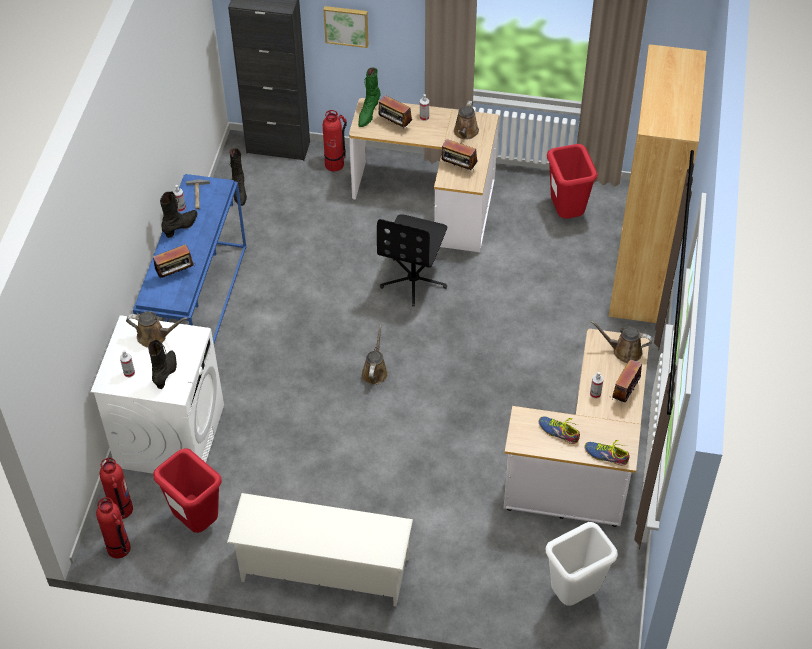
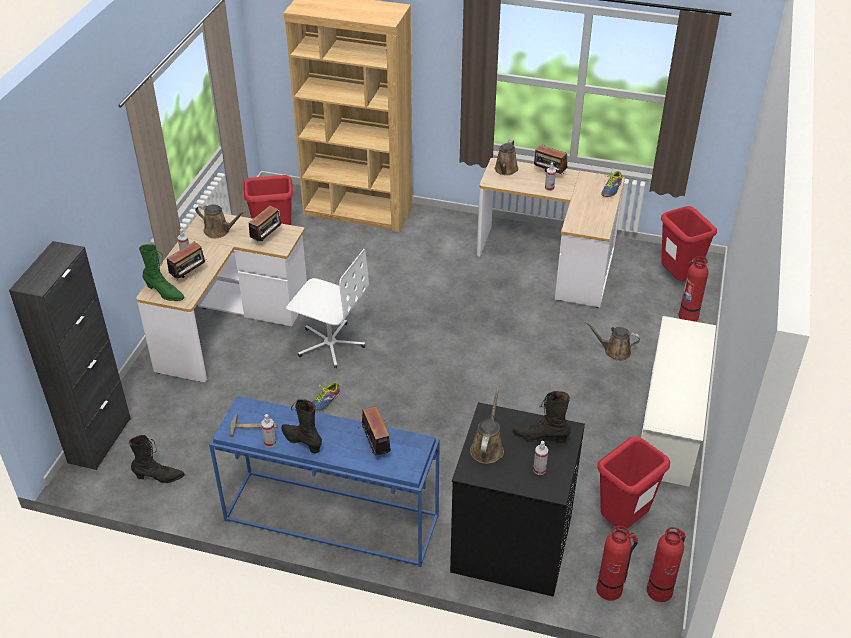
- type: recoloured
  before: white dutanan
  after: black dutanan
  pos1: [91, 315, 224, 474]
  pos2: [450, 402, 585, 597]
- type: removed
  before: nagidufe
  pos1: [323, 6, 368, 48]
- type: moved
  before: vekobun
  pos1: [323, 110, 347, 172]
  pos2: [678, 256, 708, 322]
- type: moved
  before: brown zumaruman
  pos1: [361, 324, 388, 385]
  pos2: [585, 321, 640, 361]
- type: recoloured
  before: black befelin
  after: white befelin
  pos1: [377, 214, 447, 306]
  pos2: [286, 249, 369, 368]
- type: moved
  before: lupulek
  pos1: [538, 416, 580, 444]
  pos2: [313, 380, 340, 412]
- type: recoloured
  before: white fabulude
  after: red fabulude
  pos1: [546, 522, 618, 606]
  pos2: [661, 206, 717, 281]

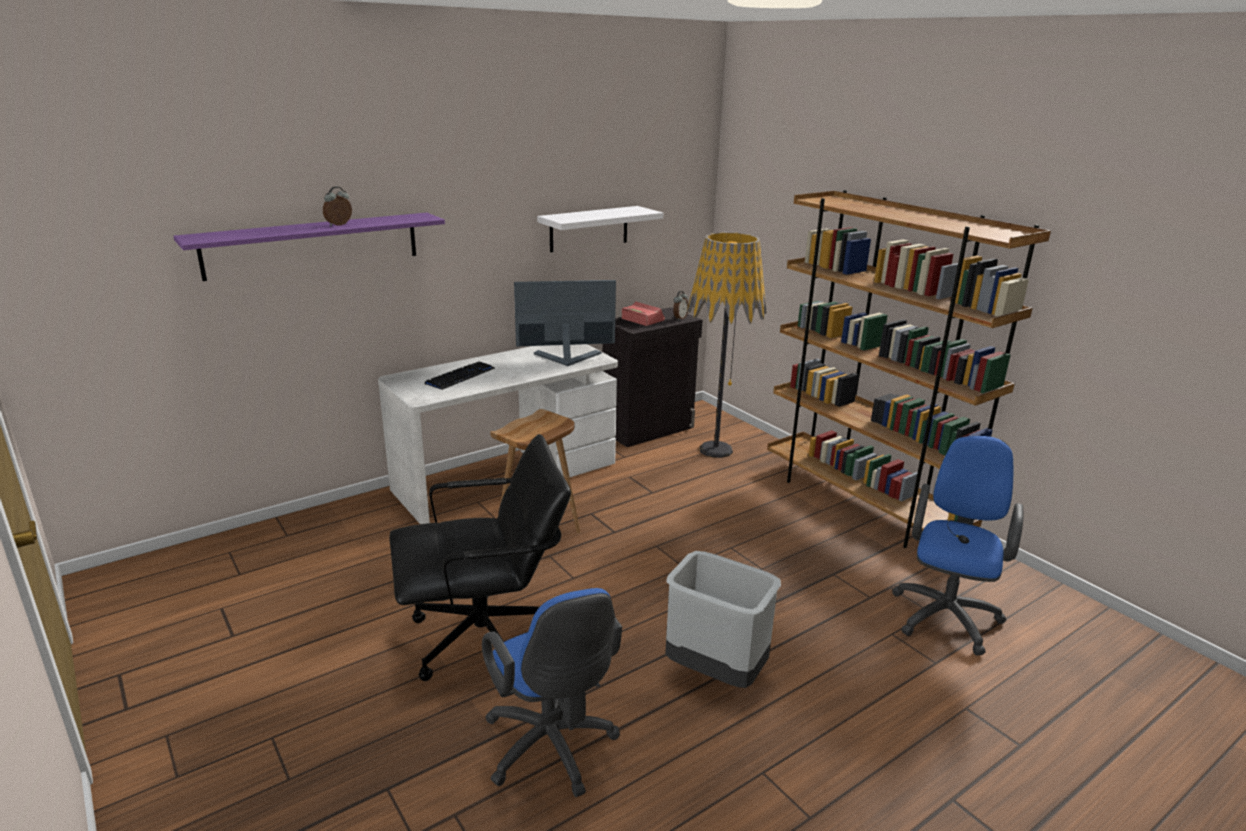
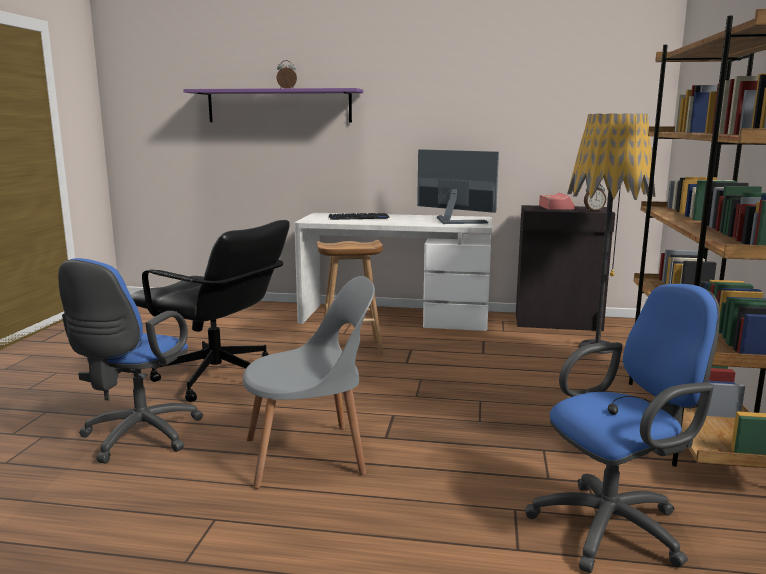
- type: removed
  before: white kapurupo
  pos1: [537, 206, 663, 252]
- type: replaced
  before: grey fabulude
  after: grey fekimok
  pos1: [665, 551, 781, 688]
  pos2: [243, 276, 375, 489]

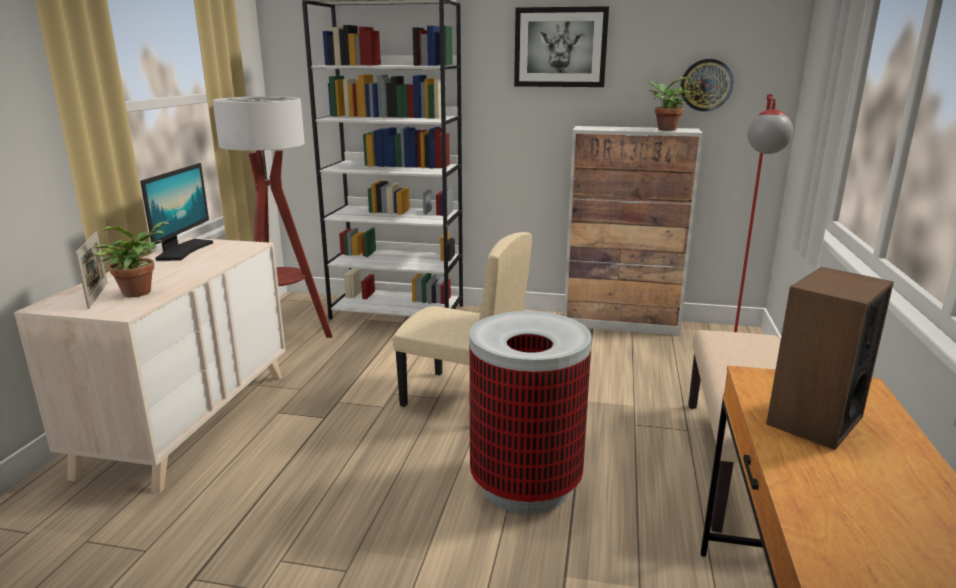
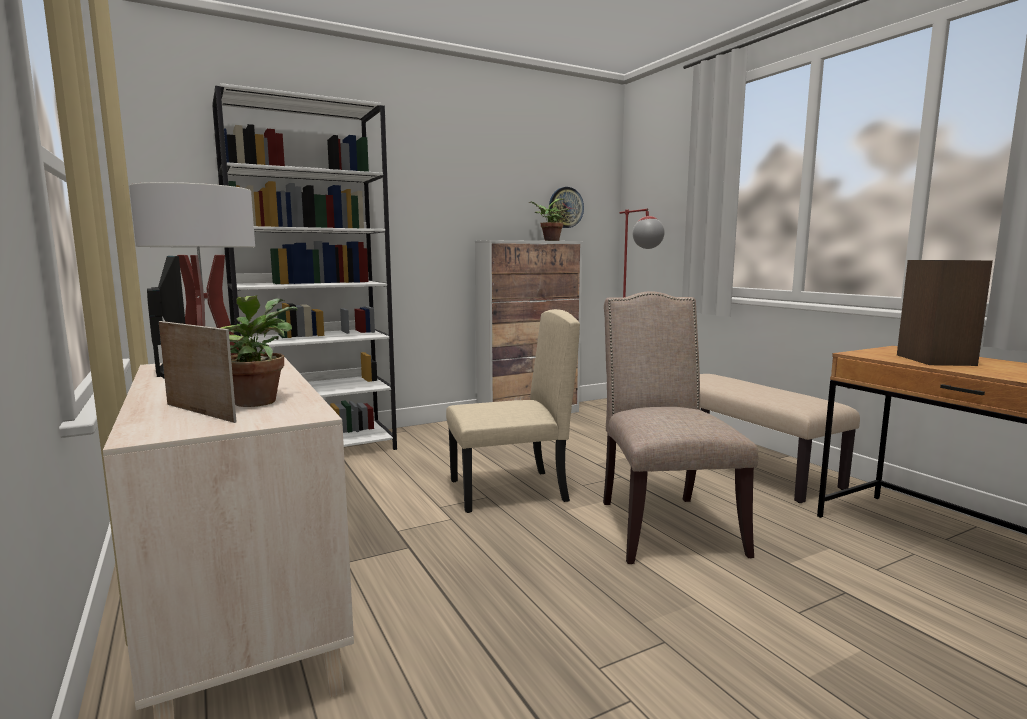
- type: replaced
  before: fabulude
  after: beige fekimok
  pos1: [469, 311, 592, 514]
  pos2: [603, 291, 758, 564]
- type: removed
  before: nagidufe
  pos1: [514, 6, 609, 87]

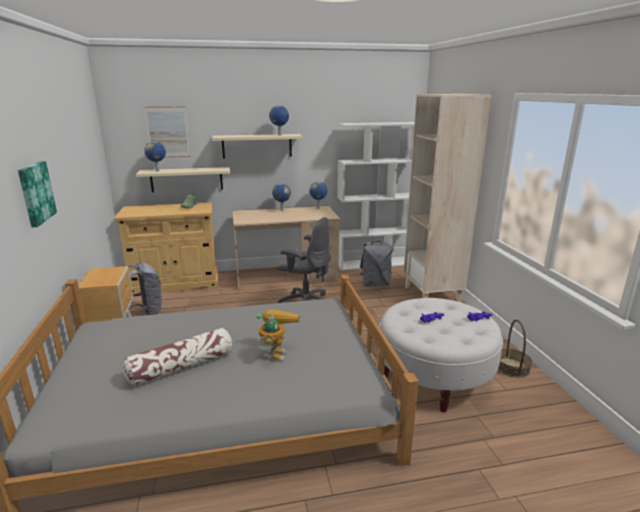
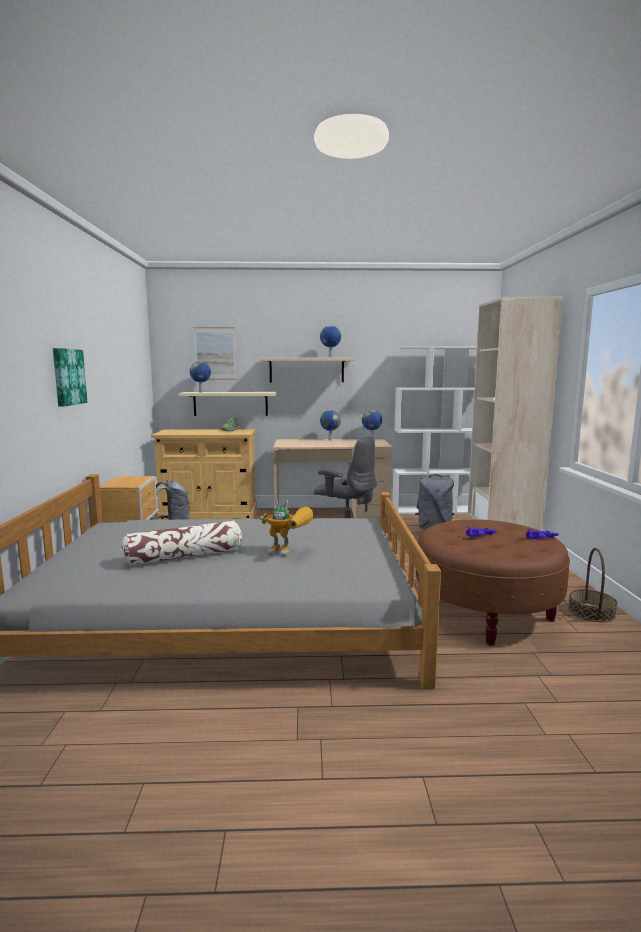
- type: turned
  before: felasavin
  pos1: [256, 309, 300, 362]
  pos2: [259, 500, 313, 557]
  turn: 90
- type: recoloured
  before: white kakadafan
  after: brown kakadafan
  pos1: [378, 298, 503, 413]
  pos2: [416, 520, 570, 646]

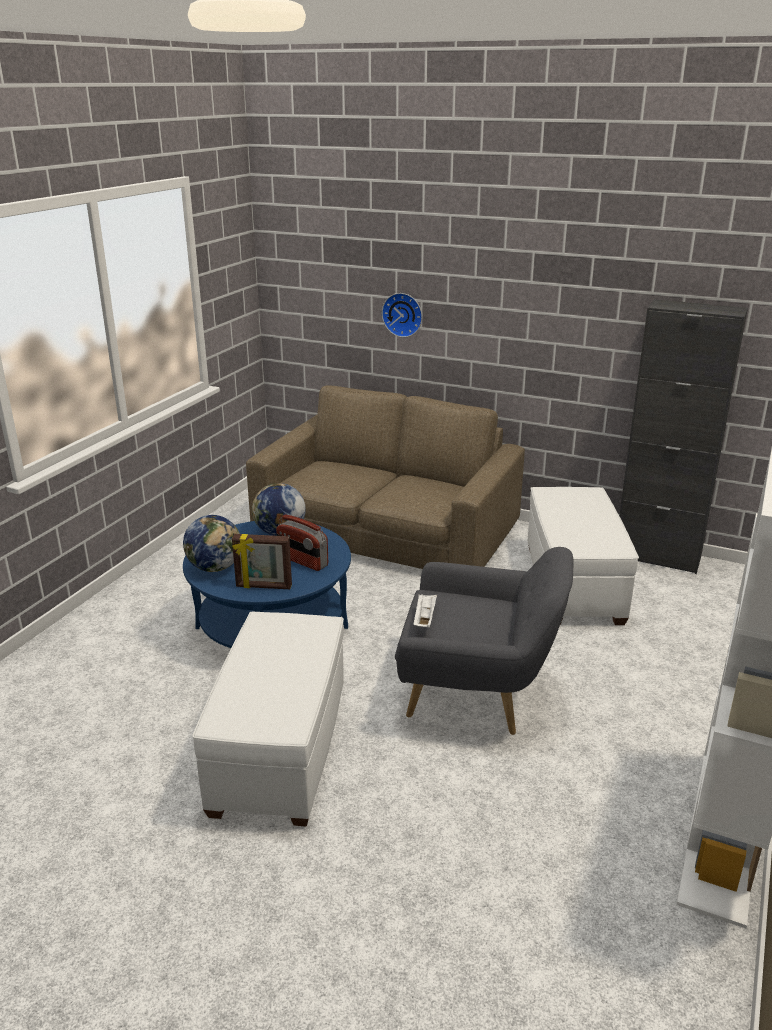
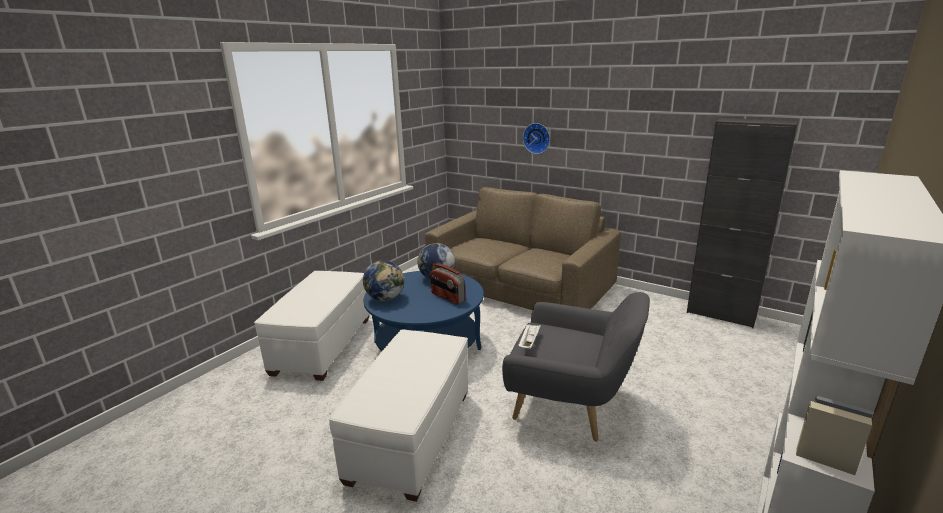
- type: removed
  before: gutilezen
  pos1: [232, 534, 292, 589]
- type: moved
  before: white kakadafan
  pos1: [528, 487, 639, 625]
  pos2: [254, 271, 369, 381]

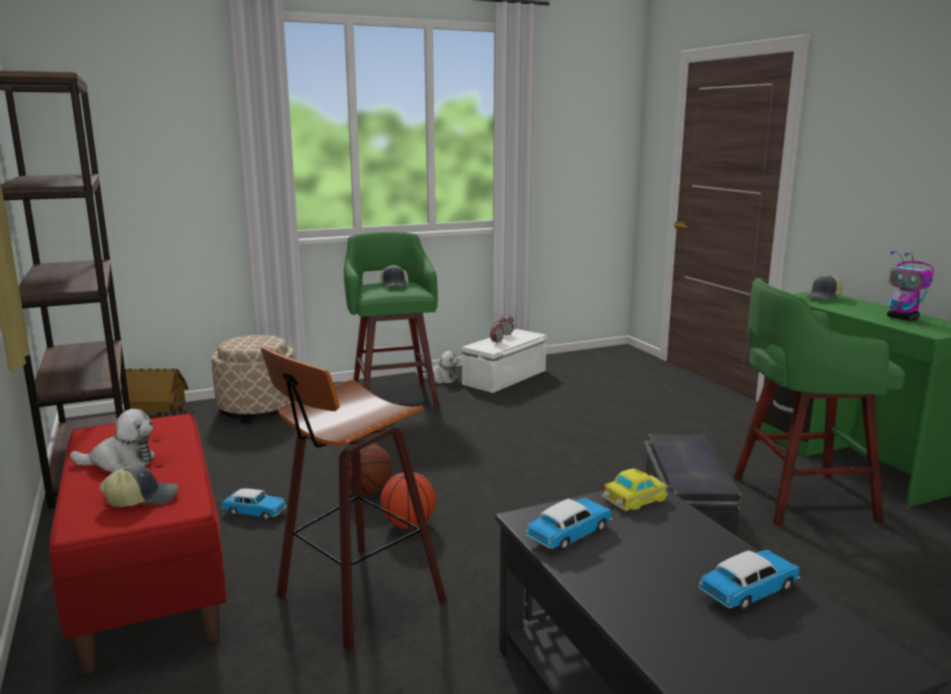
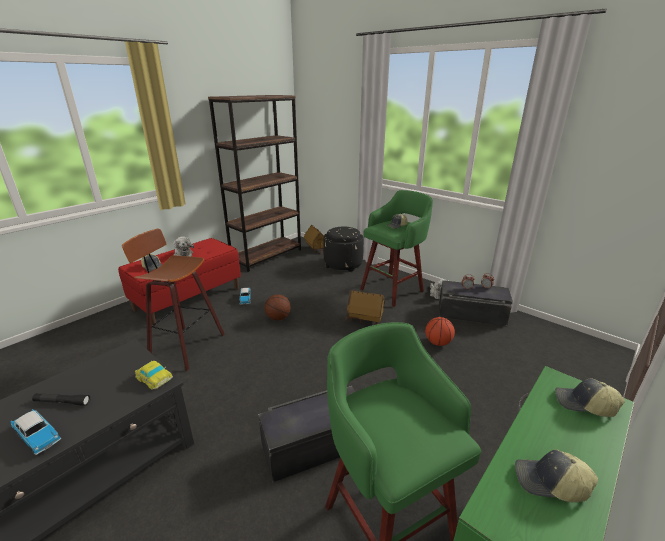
- type: recoloured
  before: beige kakadafan
  after: black kakadafan
  pos1: [211, 335, 295, 423]
  pos2: [323, 227, 364, 272]
- type: moved
  before: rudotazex
  pos1: [380, 472, 436, 529]
  pos2: [425, 317, 455, 346]
- type: recoloured
  before: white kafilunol
  after: black kafilunol
  pos1: [462, 329, 547, 393]
  pos2: [439, 280, 513, 326]
- type: removed
  before: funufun
  pos1: [525, 498, 612, 551]
- type: replaced
  before: felasavin
  after: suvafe
  pos1: [887, 251, 934, 321]
  pos2: [515, 449, 598, 502]
- type: added
  after: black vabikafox
  pos2: [32, 393, 90, 406]
- type: added
  after: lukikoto
  pos2: [344, 290, 385, 325]

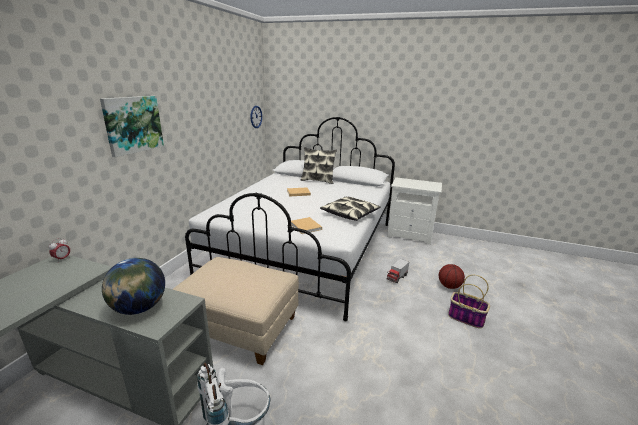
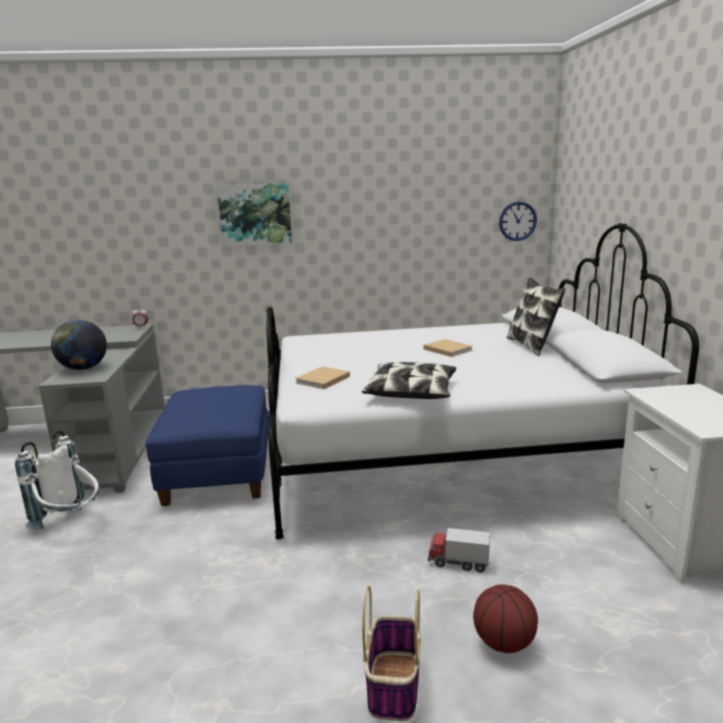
- type: recoloured
  before: beige kakadafan
  after: blue kakadafan
  pos1: [173, 257, 299, 365]
  pos2: [145, 385, 269, 506]

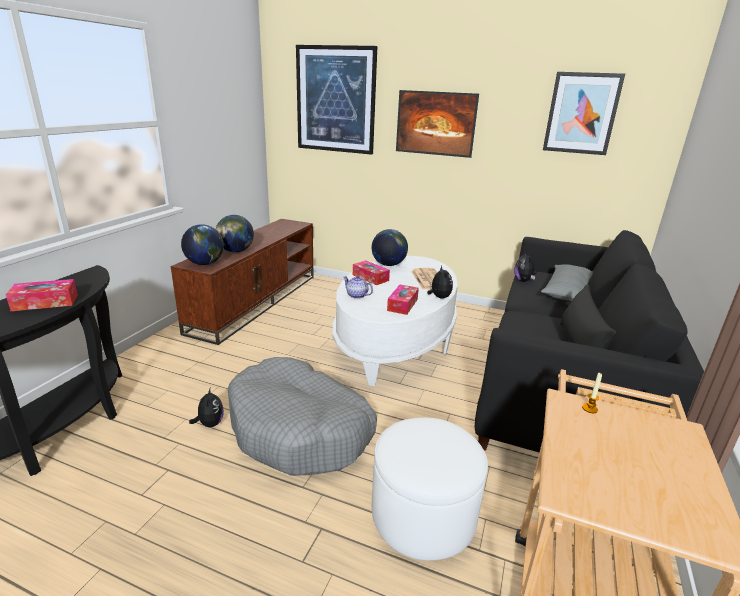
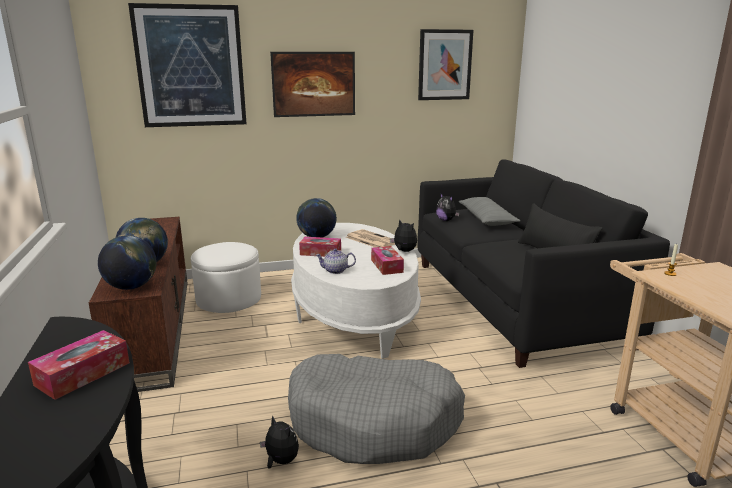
- type: moved
  before: white kakadafan
  pos1: [372, 417, 488, 561]
  pos2: [191, 242, 261, 313]

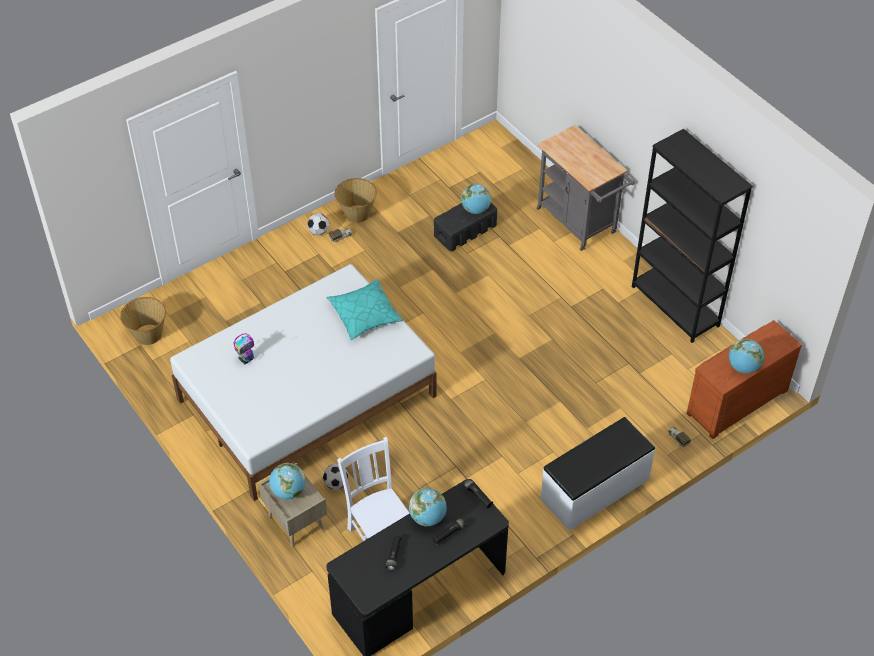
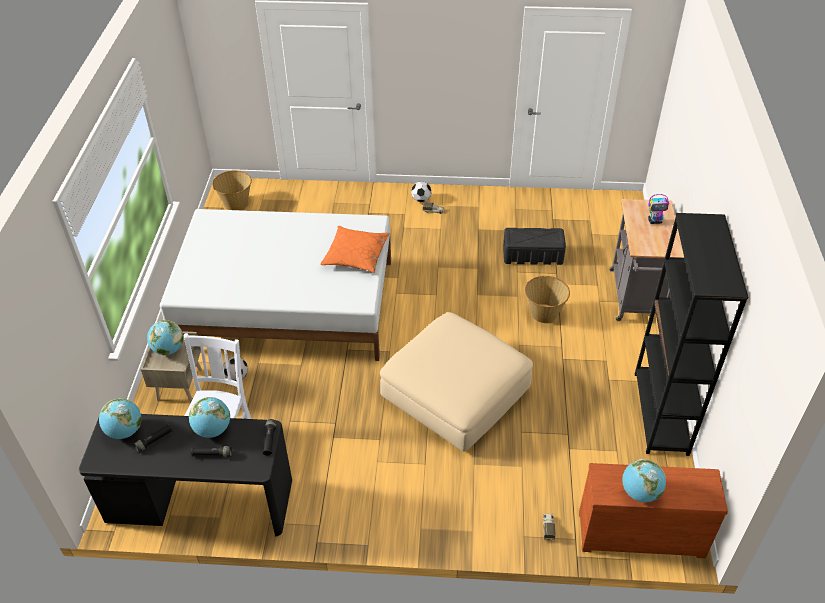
- type: moved
  before: felasavin
  pos1: [234, 333, 254, 364]
  pos2: [648, 194, 669, 224]
- type: recoloured
  before: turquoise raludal
  after: orange raludal
  pos1: [326, 279, 403, 340]
  pos2: [320, 226, 390, 273]
- type: moved
  before: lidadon
  pos1: [334, 178, 377, 223]
  pos2: [525, 276, 570, 323]
- type: moved
  before: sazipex
  pos1: [461, 184, 491, 214]
  pos2: [99, 398, 142, 439]
- type: removed
  before: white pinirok
  pos1: [540, 417, 655, 531]
- type: added
  after: beige kakadafan
  pos2: [380, 312, 533, 452]

